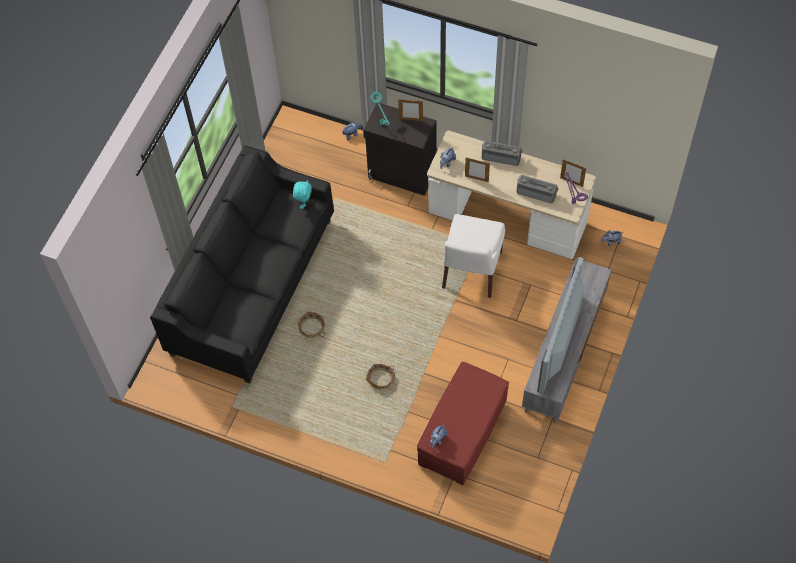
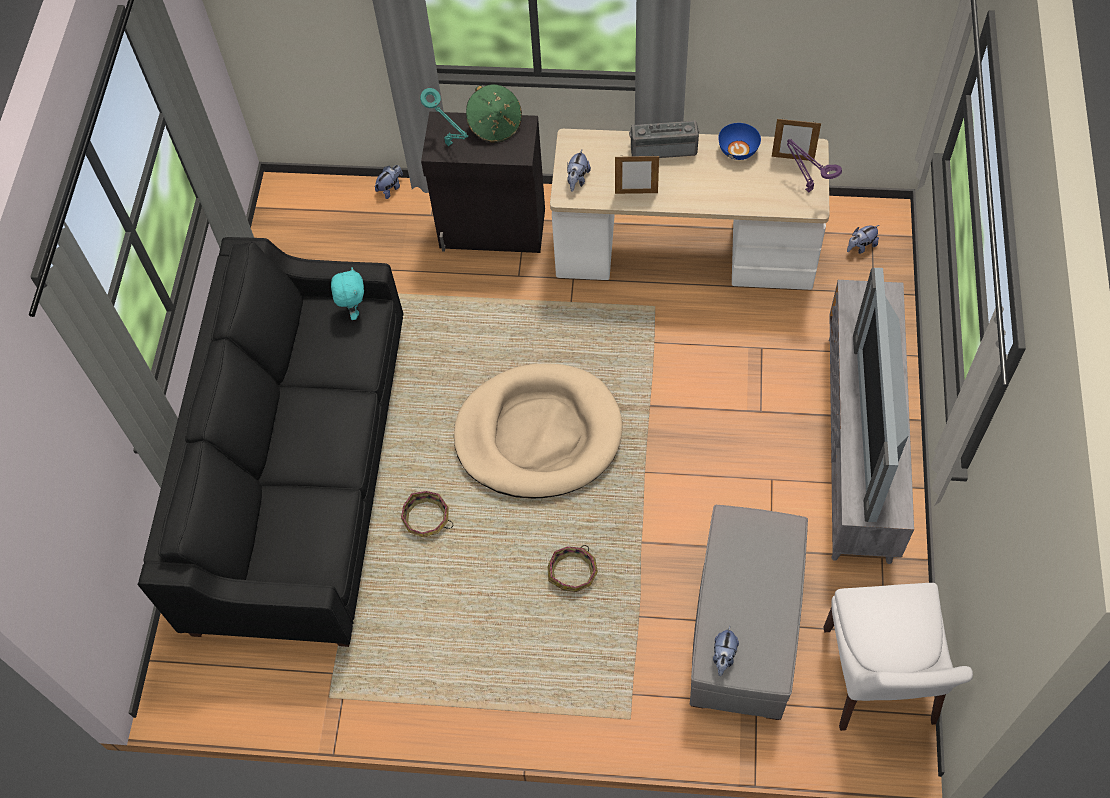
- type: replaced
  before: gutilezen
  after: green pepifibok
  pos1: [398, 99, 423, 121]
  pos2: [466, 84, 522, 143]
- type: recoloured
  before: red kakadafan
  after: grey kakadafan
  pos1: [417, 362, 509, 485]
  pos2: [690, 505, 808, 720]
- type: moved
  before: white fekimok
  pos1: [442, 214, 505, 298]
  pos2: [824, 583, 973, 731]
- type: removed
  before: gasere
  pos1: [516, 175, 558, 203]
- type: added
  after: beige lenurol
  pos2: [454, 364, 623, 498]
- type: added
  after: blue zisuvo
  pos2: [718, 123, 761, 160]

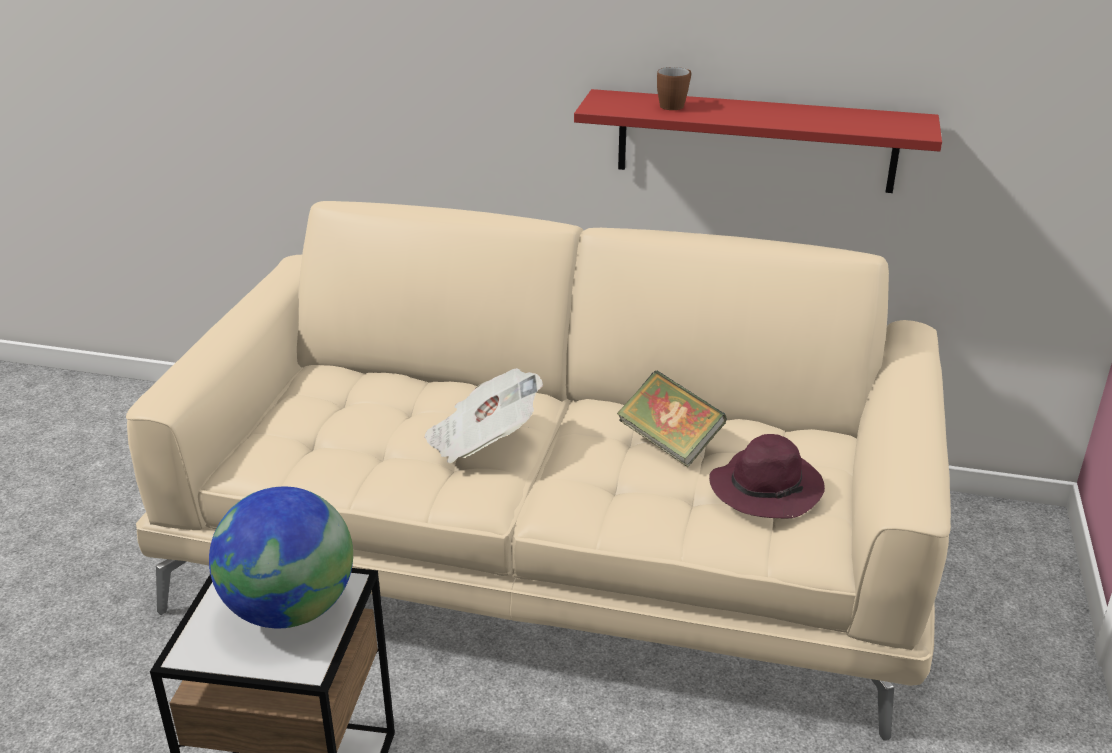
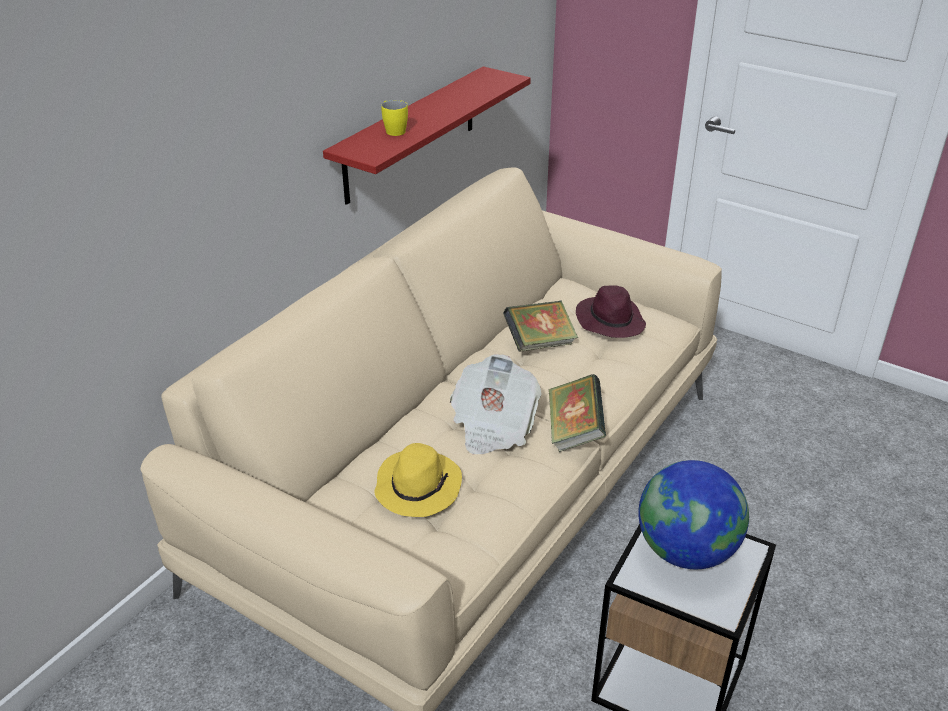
- type: recoloured
  before: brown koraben
  after: yellow koraben
  pos1: [657, 67, 691, 110]
  pos2: [381, 100, 408, 136]
- type: added
  after: yellow pepifibok
  pos2: [374, 443, 462, 517]
- type: added
  after: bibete
  pos2: [549, 374, 606, 452]

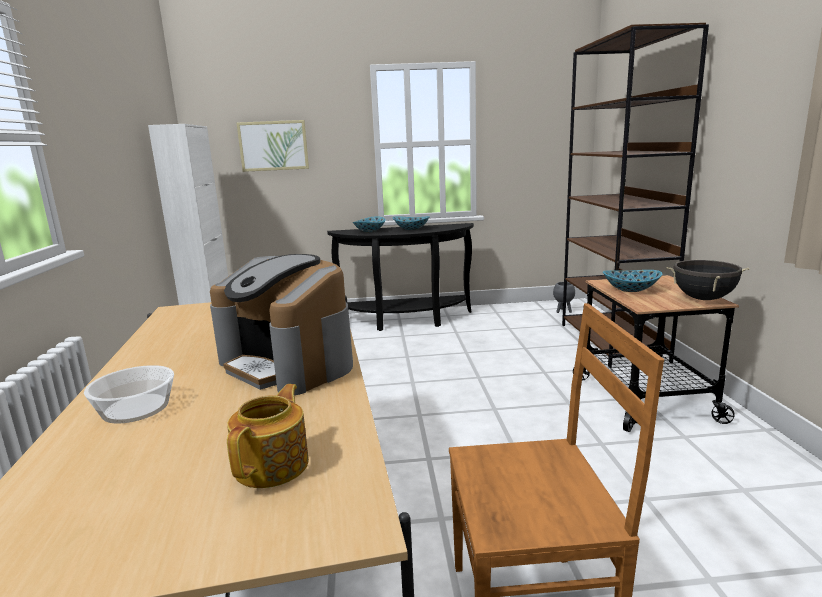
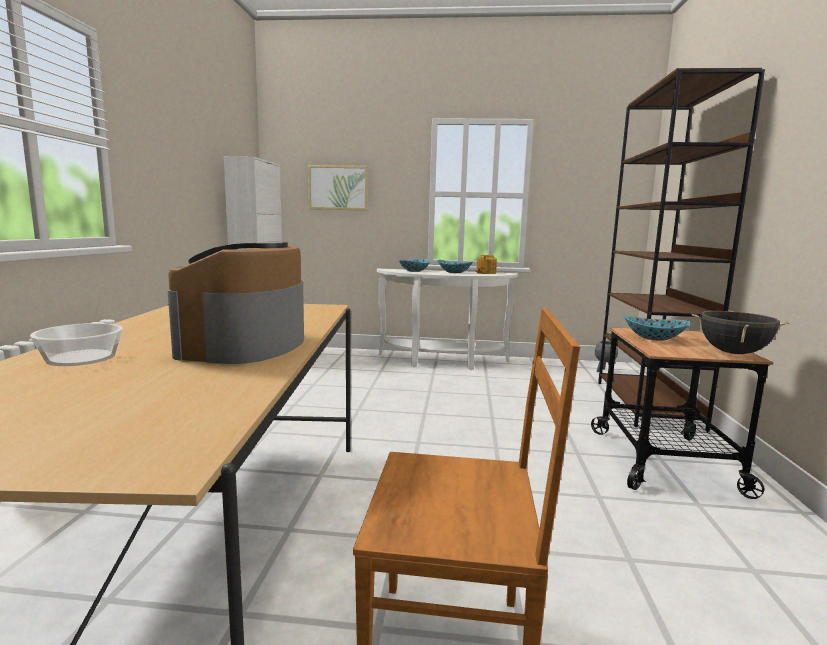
- type: turned
  before: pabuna
  pos1: [210, 254, 353, 395]
  pos2: [168, 242, 304, 364]
  turn: 45
- type: moved
  before: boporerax
  pos1: [227, 384, 309, 488]
  pos2: [476, 255, 497, 274]
- type: recoloured
  before: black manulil
  after: white manulil
  pos1: [327, 223, 474, 331]
  pos2: [377, 269, 518, 370]

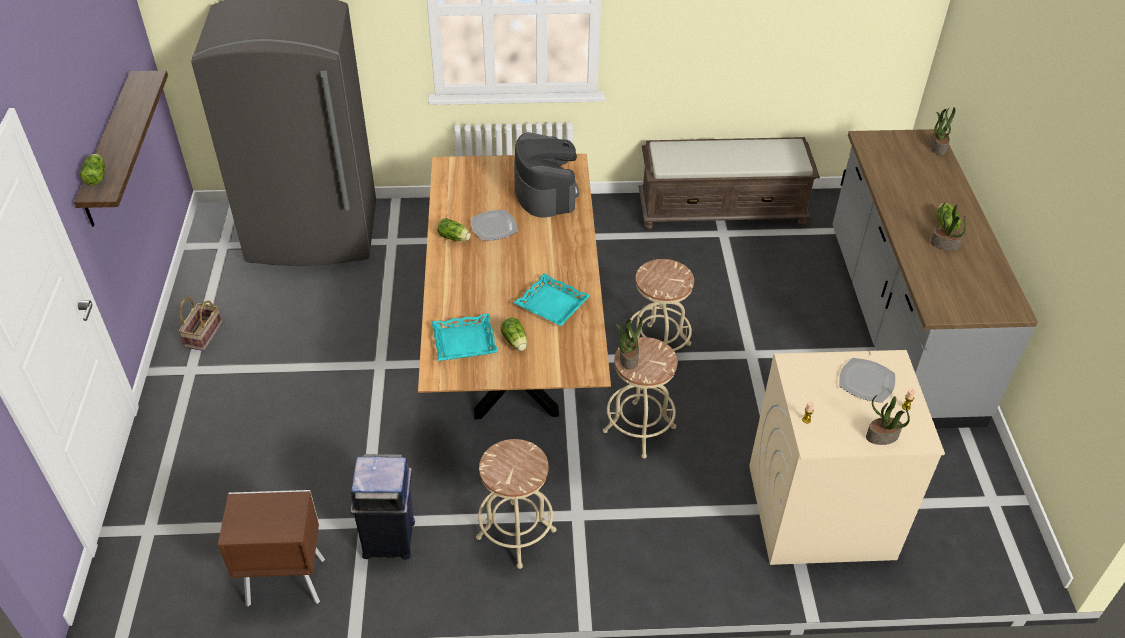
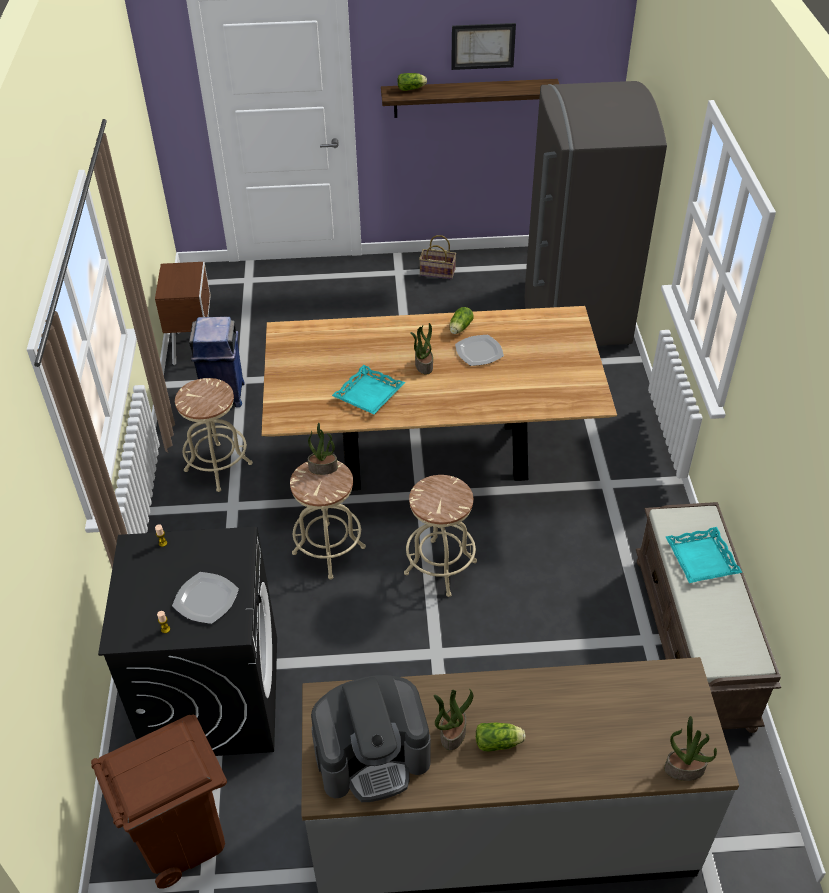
- type: moved
  before: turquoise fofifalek
  pos1: [431, 314, 498, 361]
  pos2: [666, 527, 743, 583]
- type: removed
  before: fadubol
  pos1: [501, 318, 527, 351]
- type: moved
  before: pabuna
  pos1: [514, 132, 579, 218]
  pos2: [311, 675, 431, 802]
- type: recoloured
  before: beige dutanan
  after: black dutanan
  pos1: [749, 350, 945, 565]
  pos2: [98, 527, 277, 756]
- type: moved
  before: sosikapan
  pos1: [866, 395, 910, 445]
  pos2: [410, 323, 433, 374]
- type: added
  after: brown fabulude
  pos2: [91, 715, 227, 889]
- type: added
  after: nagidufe
  pos2: [451, 23, 516, 70]

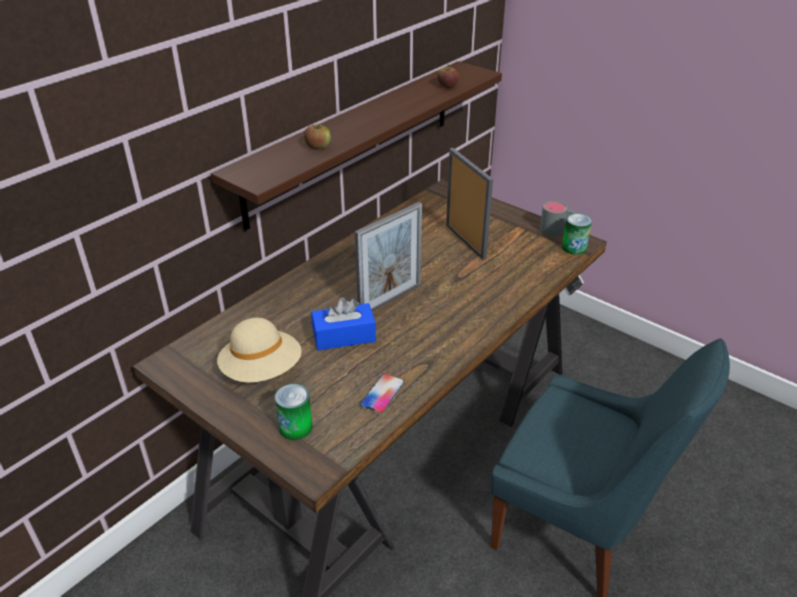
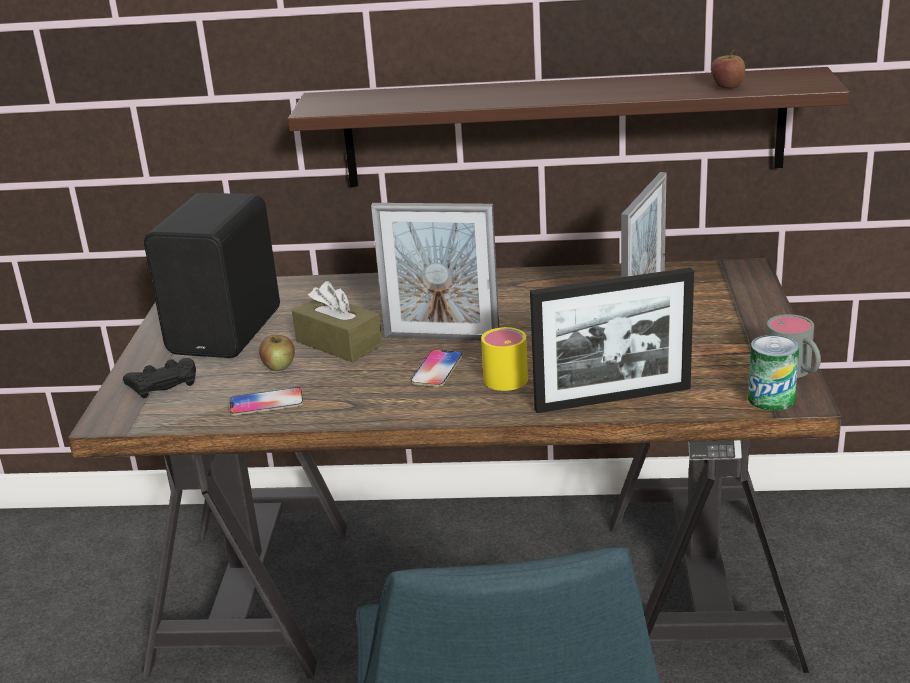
- type: replaced
  before: beige pepifibok
  after: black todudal
  pos1: [217, 318, 302, 383]
  pos2: [144, 193, 280, 358]
- type: replaced
  before: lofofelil
  after: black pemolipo
  pos1: [275, 384, 313, 440]
  pos2: [123, 358, 196, 398]
- type: moved
  before: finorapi
  pos1: [304, 124, 331, 149]
  pos2: [259, 335, 295, 371]
- type: recoloured
  before: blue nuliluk
  after: brown nuliluk
  pos1: [311, 298, 376, 350]
  pos2: [292, 281, 382, 362]
- type: added
  after: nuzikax
  pos2: [411, 350, 462, 387]
- type: added
  after: yellow koraben
  pos2: [481, 327, 528, 391]
- type: added
  after: gutilezen
  pos2: [530, 268, 694, 413]

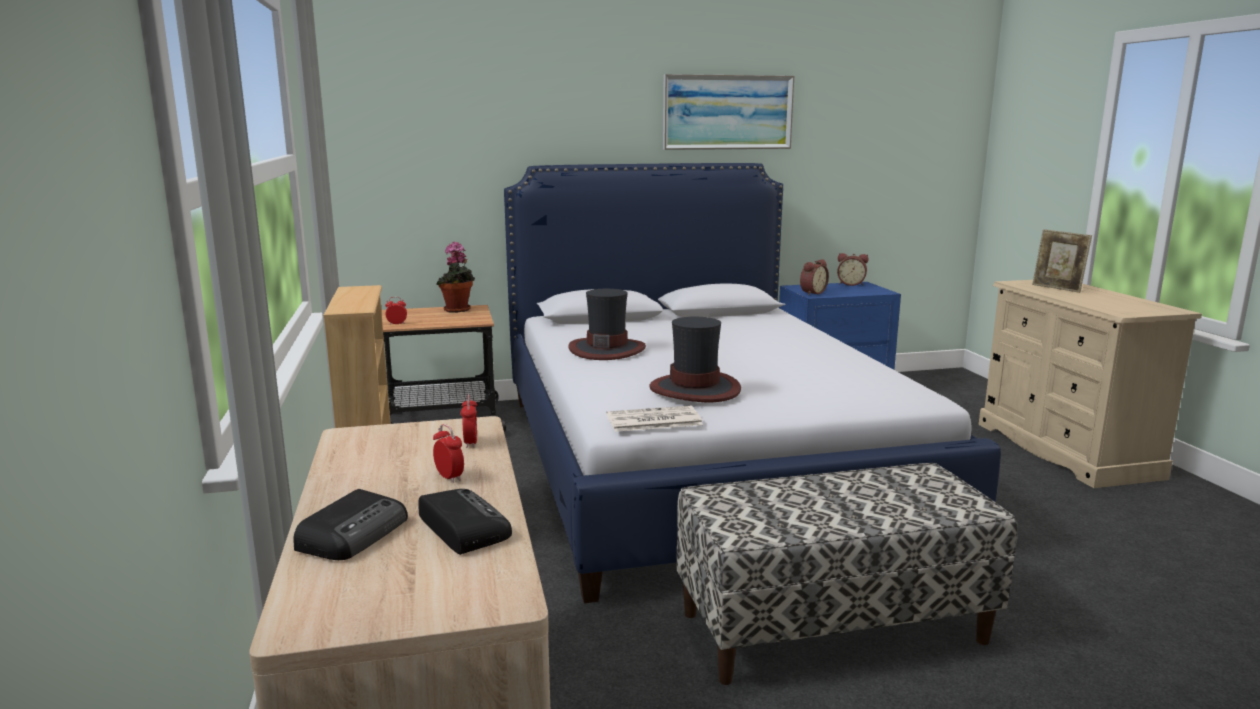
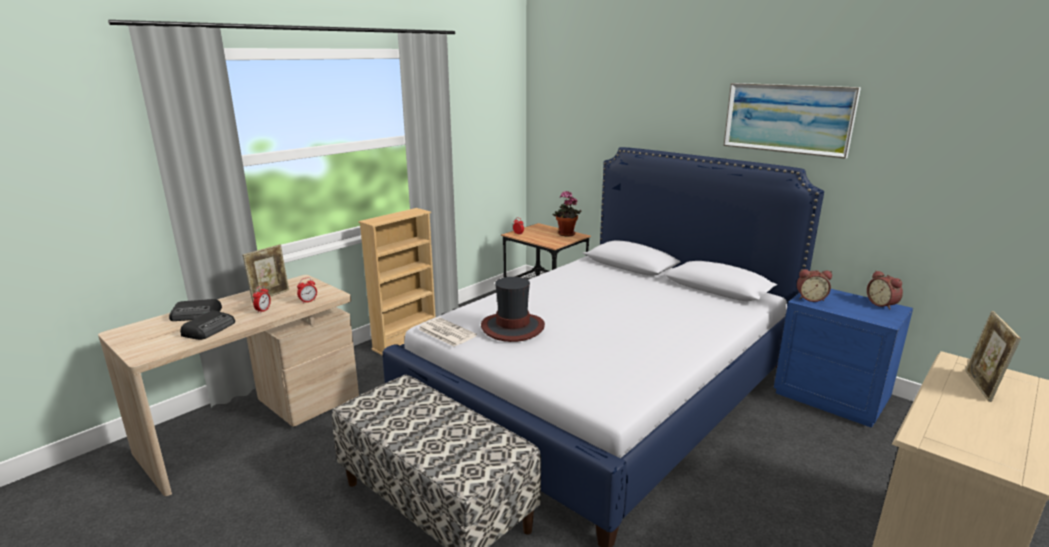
- type: removed
  before: pepifibok
  pos1: [568, 289, 646, 360]
- type: added
  after: gutilezen
  pos2: [243, 244, 289, 302]

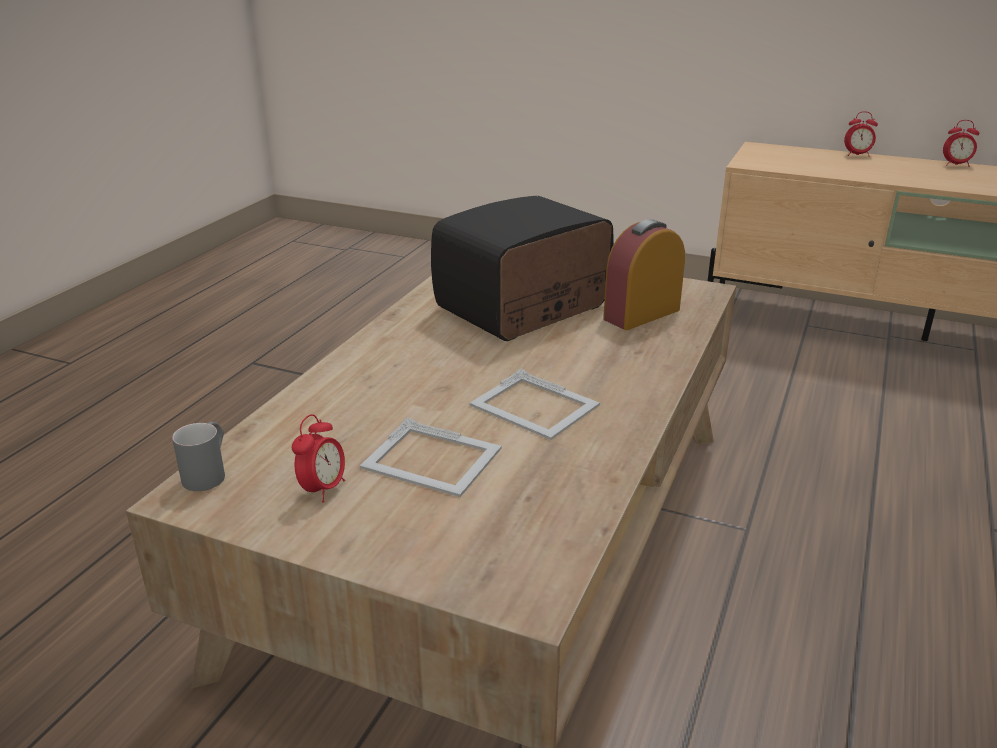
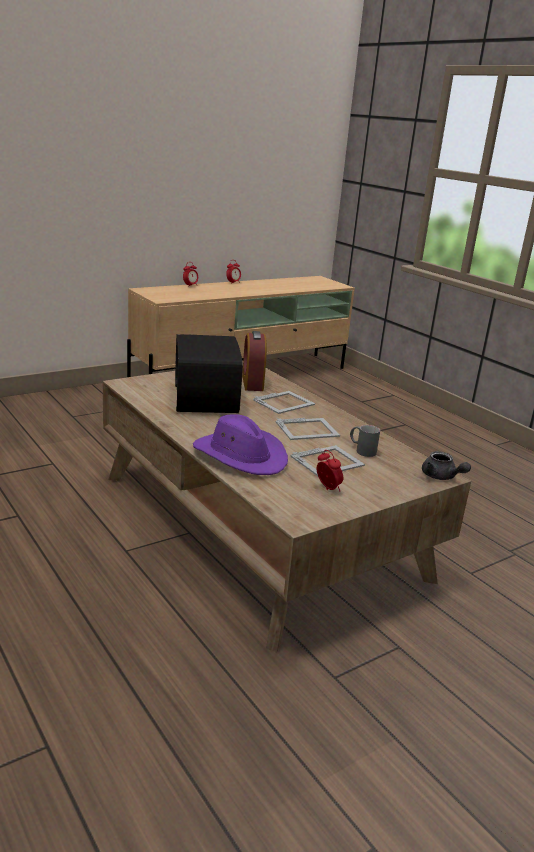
- type: moved
  before: grey koraben
  pos1: [172, 422, 225, 491]
  pos2: [350, 425, 380, 457]
- type: added
  after: purple pepifibok
  pos2: [193, 414, 288, 475]
- type: added
  after: gutilezen
  pos2: [253, 391, 315, 414]
- type: added
  after: grey boporerax
  pos2: [422, 451, 471, 480]

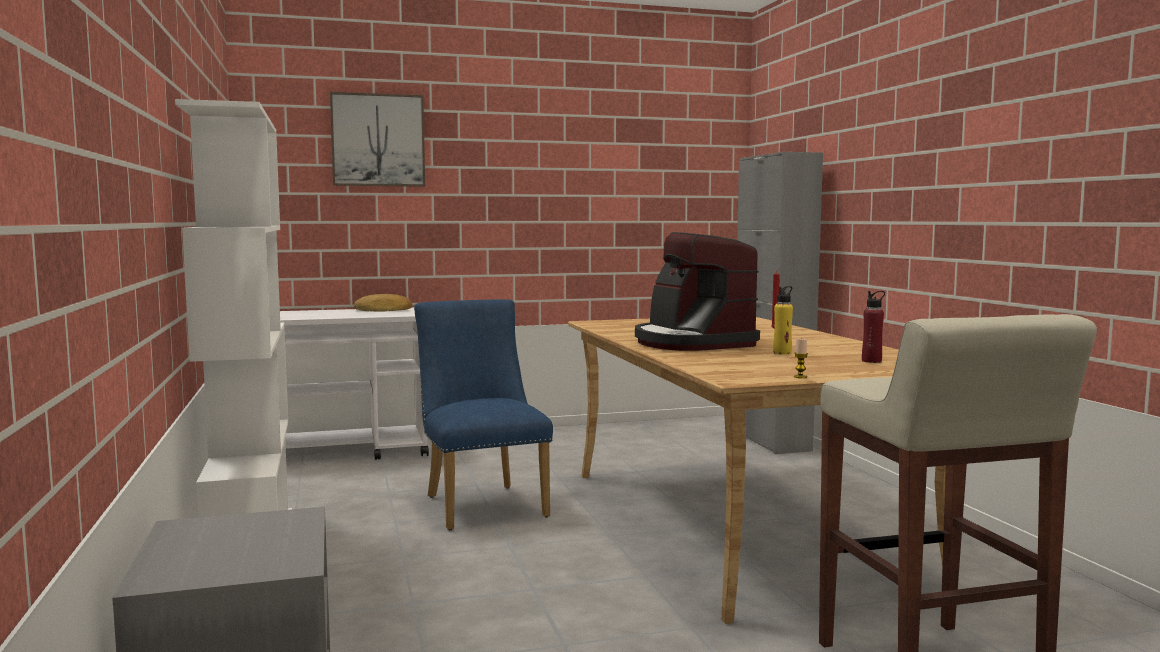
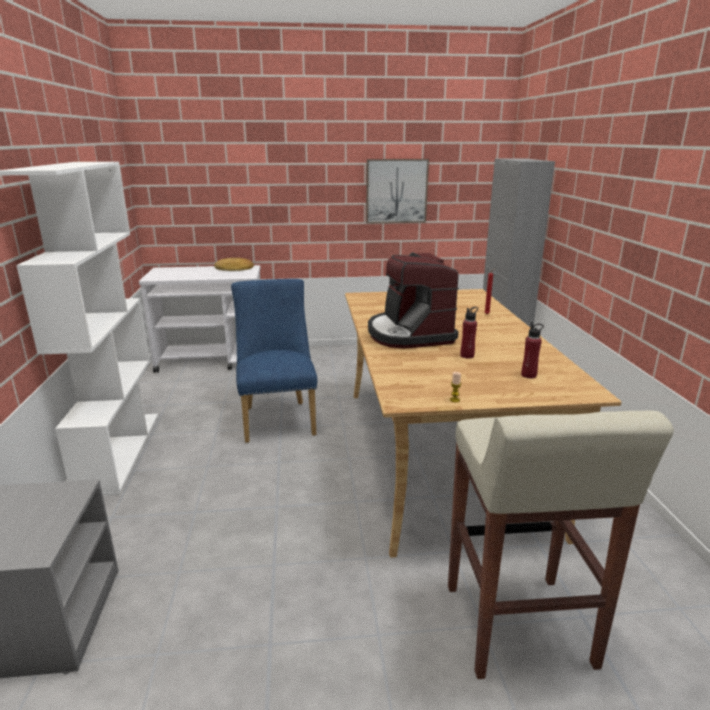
- type: moved
  before: nagidufe
  pos1: [330, 92, 425, 187]
  pos2: [366, 159, 429, 224]
- type: recoloured
  before: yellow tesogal
  after: red tesogal
  pos1: [773, 286, 793, 354]
  pos2: [460, 307, 478, 359]

